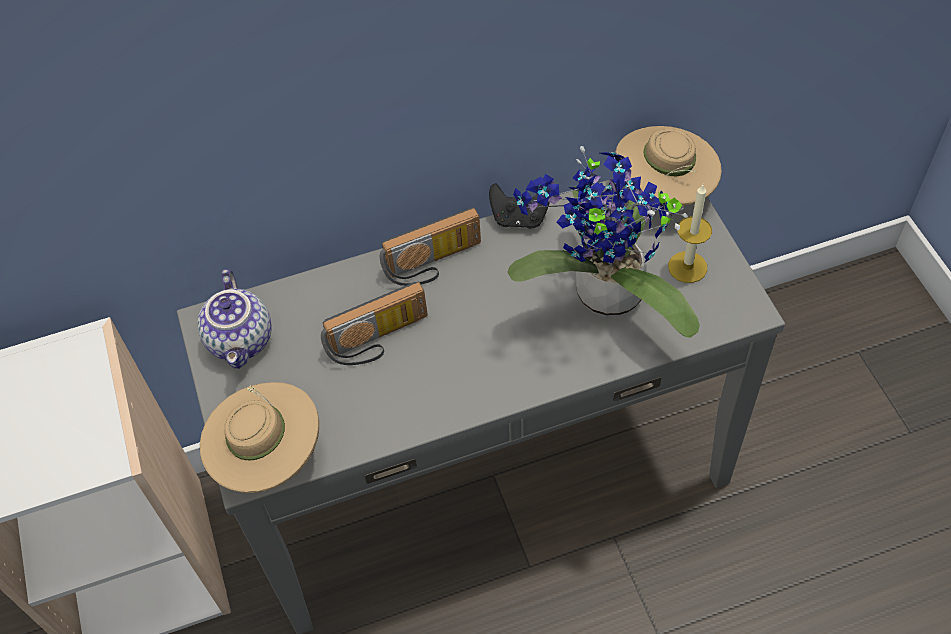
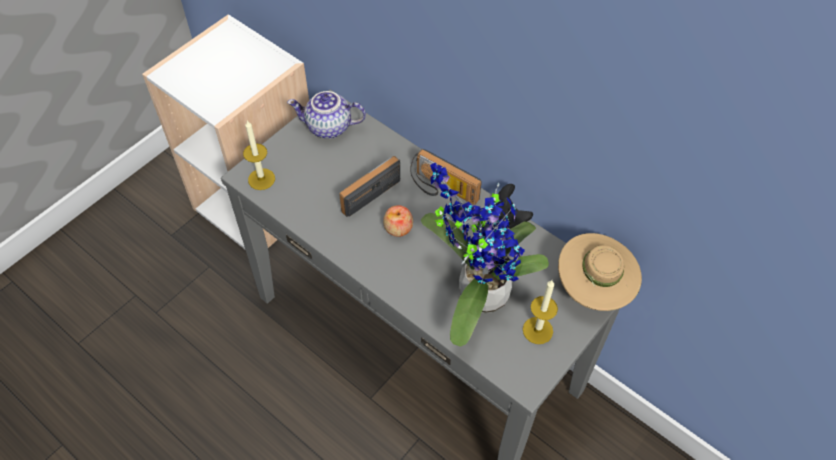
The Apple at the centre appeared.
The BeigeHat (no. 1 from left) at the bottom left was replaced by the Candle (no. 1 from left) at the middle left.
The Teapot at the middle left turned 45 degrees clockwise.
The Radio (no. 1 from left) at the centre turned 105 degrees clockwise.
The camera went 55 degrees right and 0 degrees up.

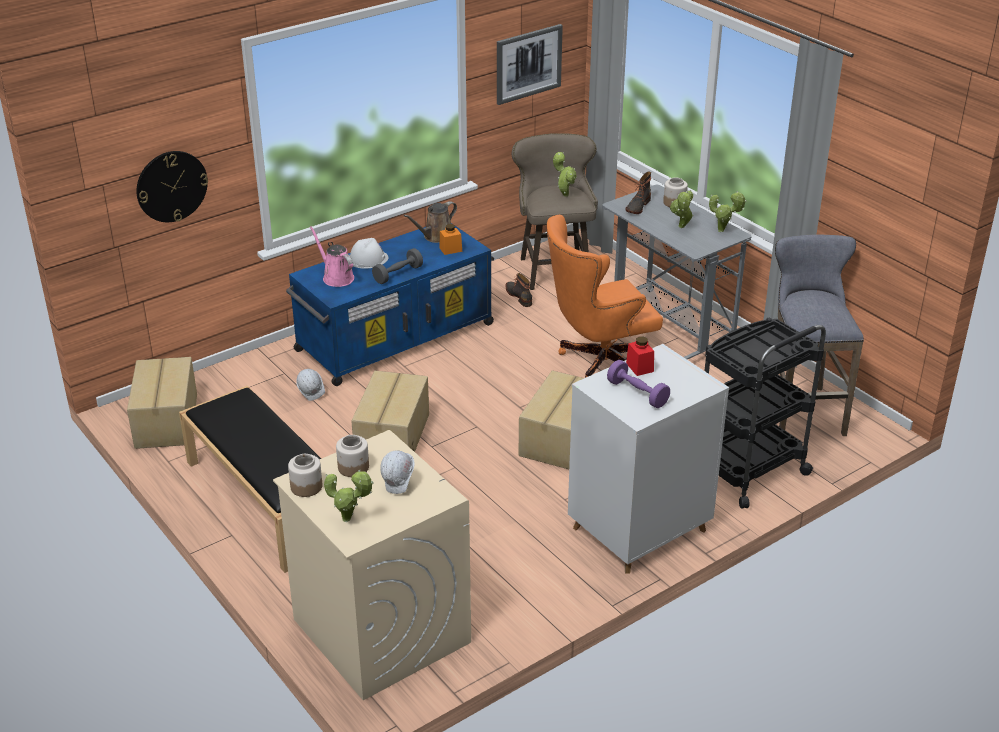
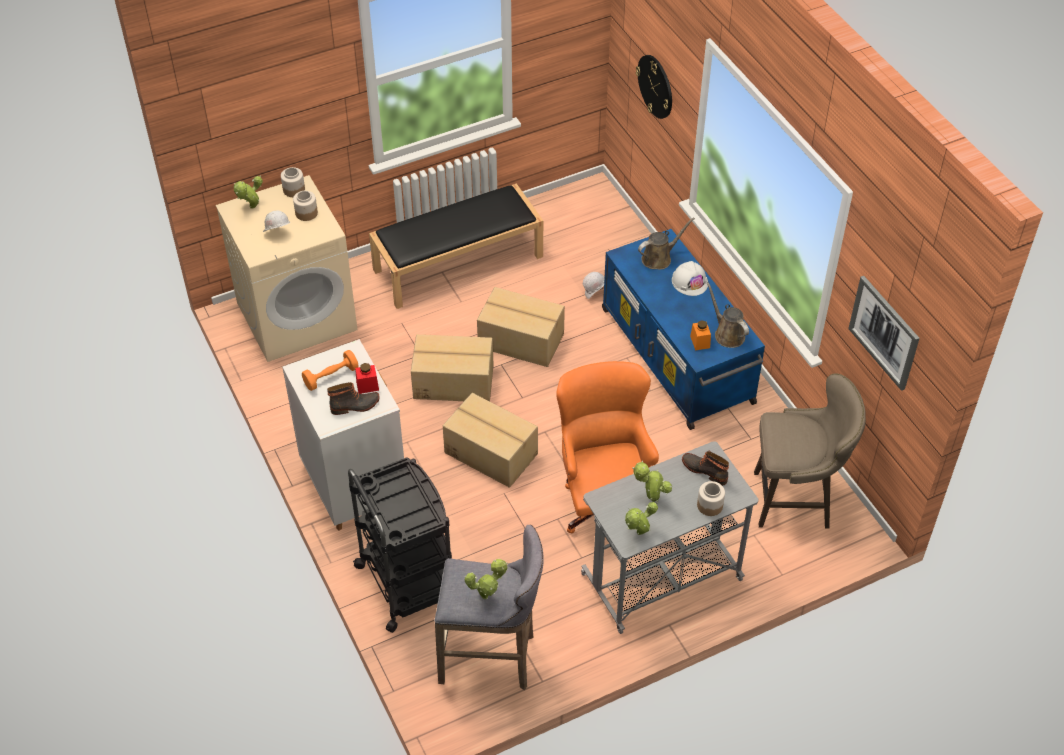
The GreyDumbbell at the centre disappeared.
The CardboardBox (no. 1 from left) moved from the middle left to the centre.
The Boot (no. 1 from left) moved from the centre to the middle left.
The PottedPlant (no. 2 from left) moved from the top centre to the bottom centre.
The PinkWateringCan at the middle left became the BrownWateringCan (no. 1 from left) at the top centre.
The PurpleDumbbell at the centre became the OrangeDumbbell at the middle left.
The camera went 100 degrees right and 15 degrees up.

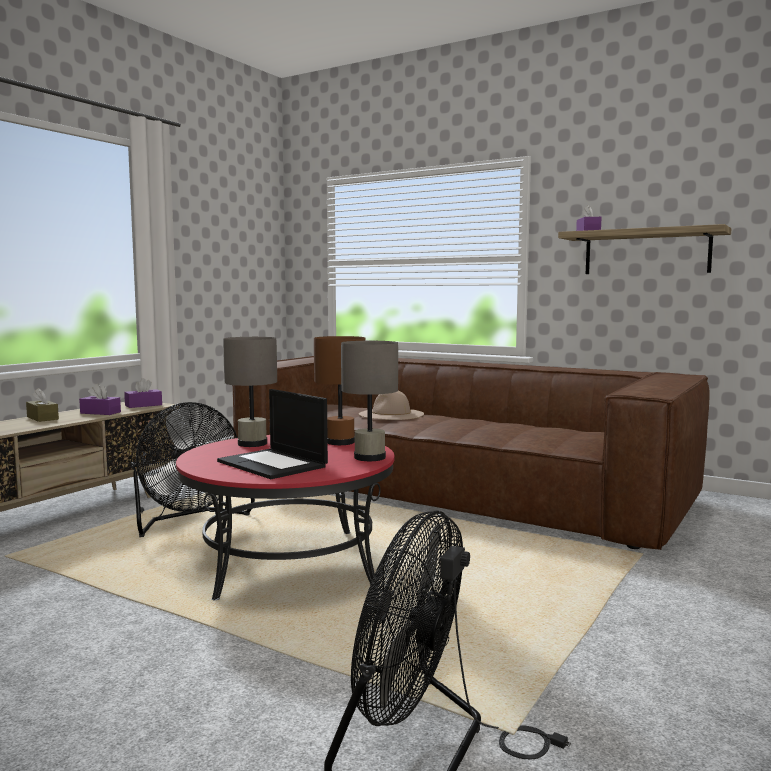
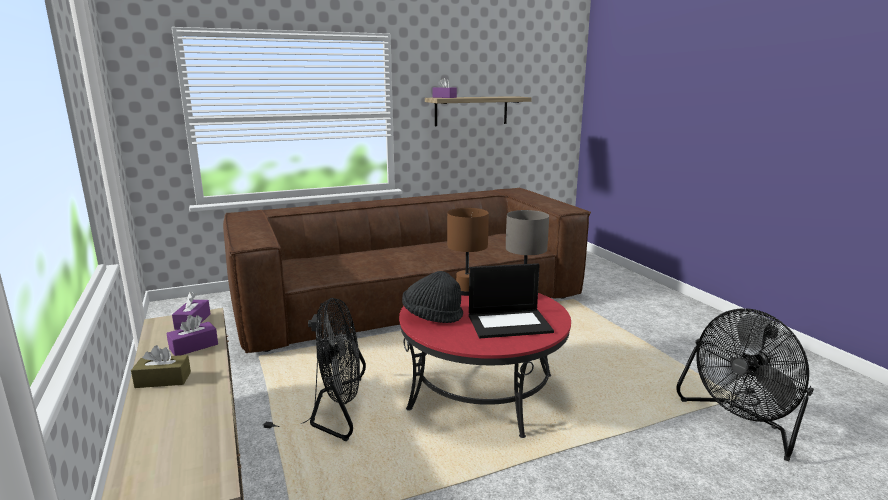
The BeigeHat at the centre disappeared.
The GreyTableLamp (no. 1 from left) at the middle left was replaced by the BlackHat at the centre.
The camera went 55 degrees left and 10 degrees up.

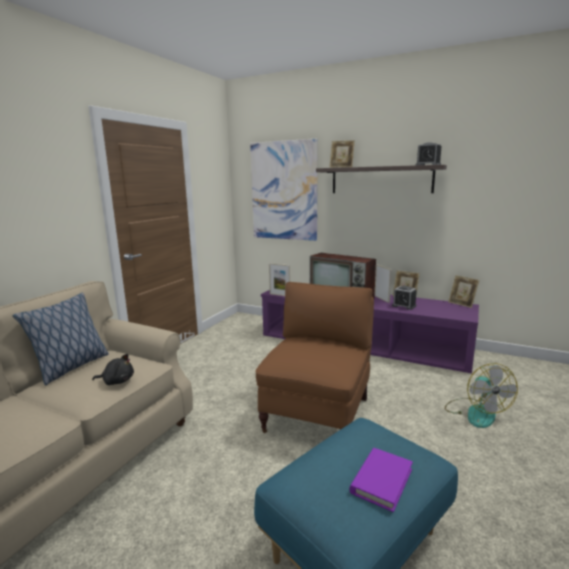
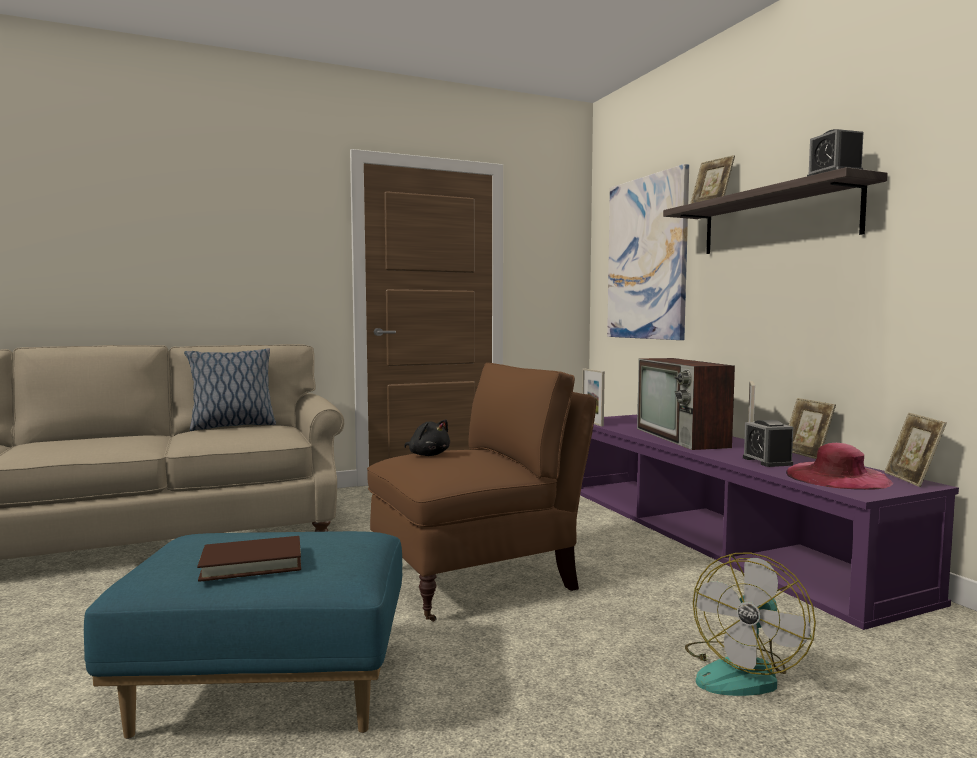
The PinkHat at the middle right appeared.
The BlackPlushToy moved from the middle left to the centre.
The PurpleBook at the bottom right became the BrownBook at the bottom left.
The camera went 40 degrees right and 10 degrees down.

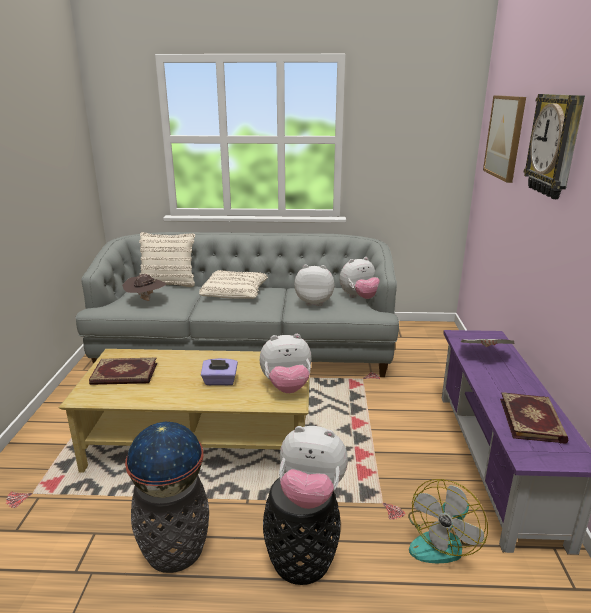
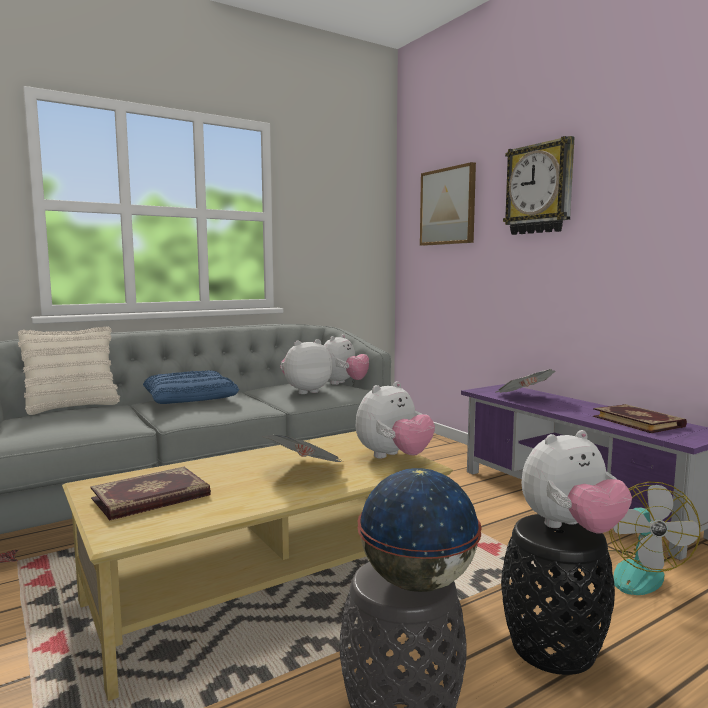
The BrownHat at the middle left disappeared.
The PurpleTissueBox at the centre was replaced by the Newspaper (no. 1 from left) at the centre.
The BeigePillow (no. 2 from left) at the centre became the BluePillow at the middle left.
The camera went 35 degrees left and 15 degrees down.

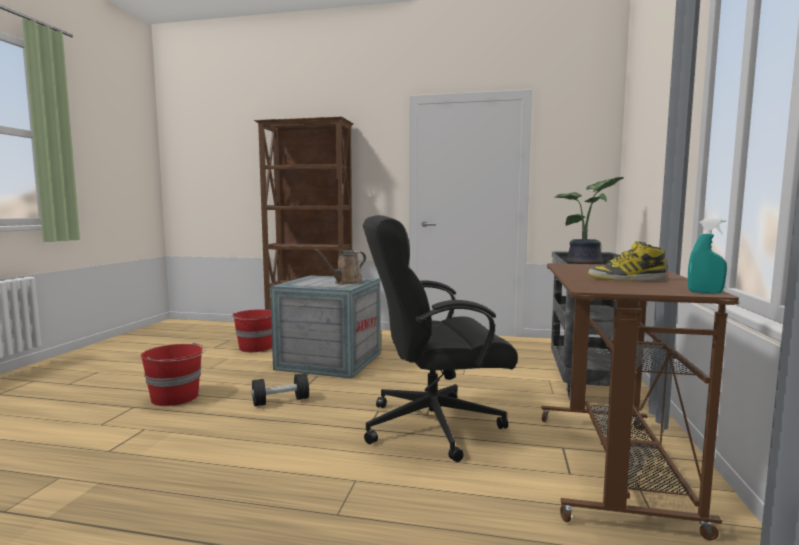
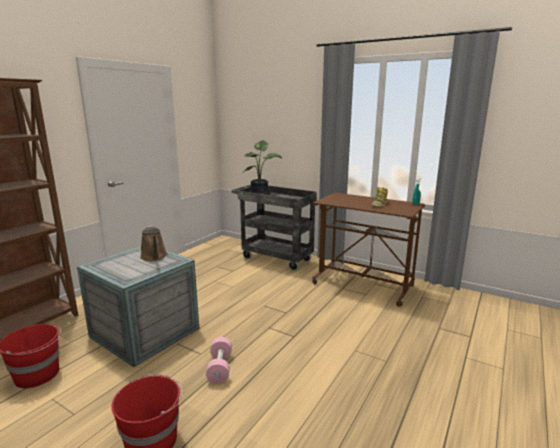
The BlackOfficeChair at the centre disappeared.
The BlackDumbbell at the bottom centre became the PinkDumbbell at the bottom centre.
The camera went 70 degrees left and 10 degrees up.

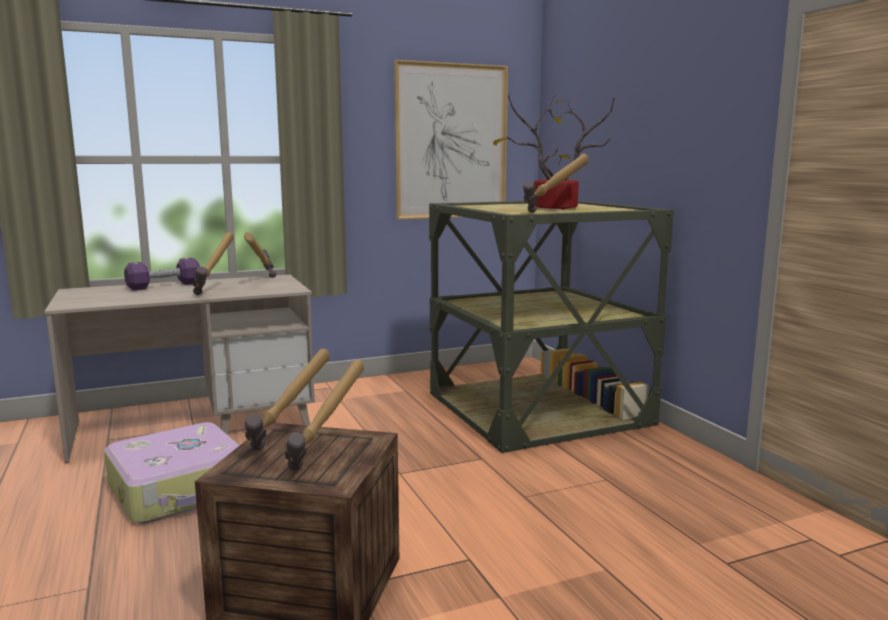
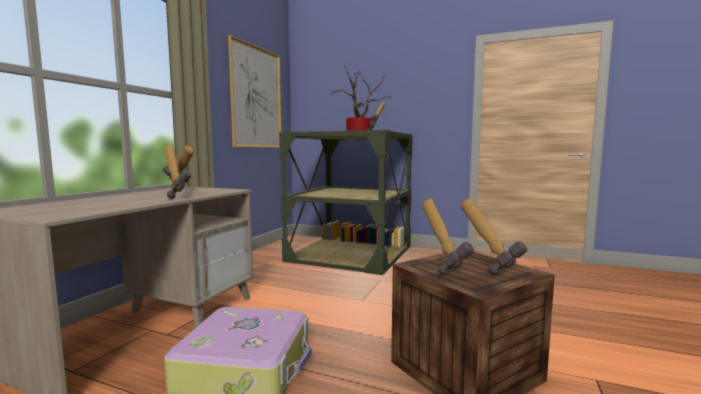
The PurpleDumbbell at the middle left disappeared.
The camera went 45 degrees left and 5 degrees down.

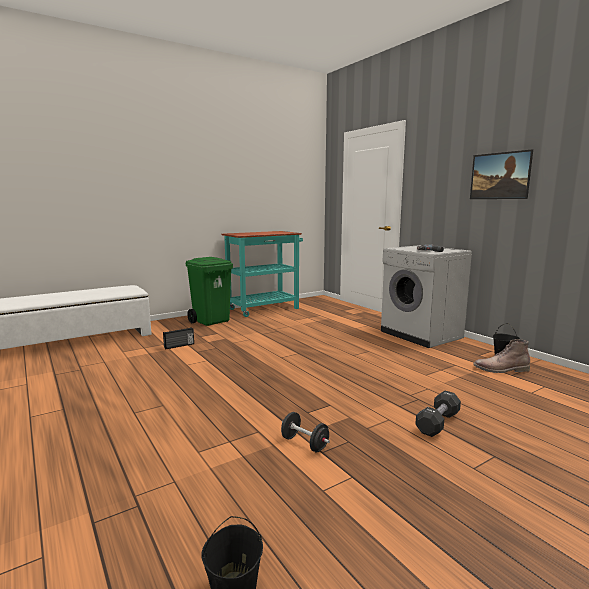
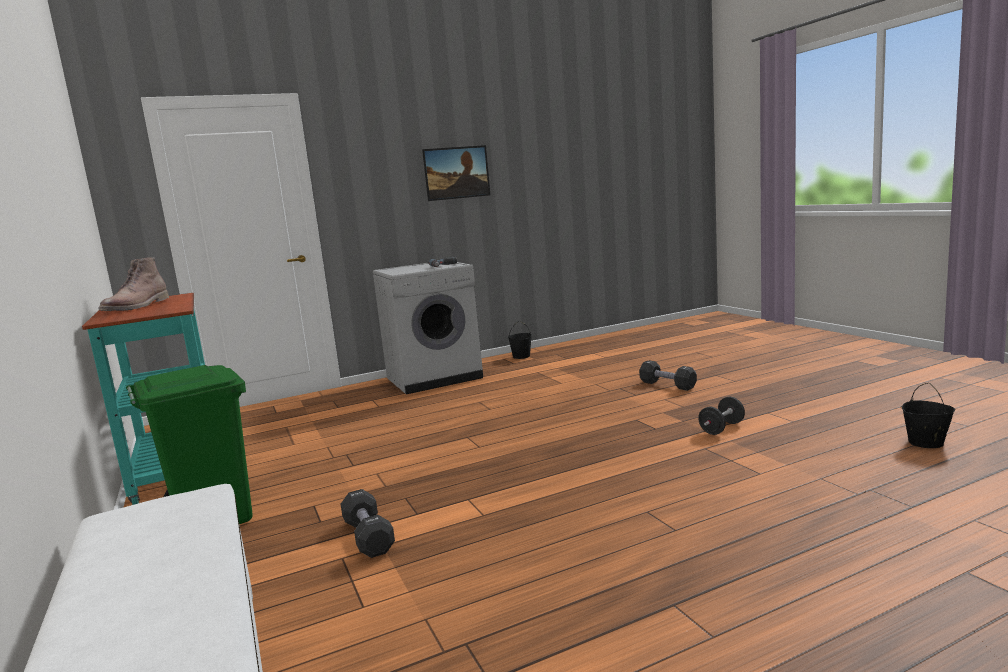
The BrownBoot moved from the middle right to the middle left.
The Radio at the middle left was replaced by the BlackDumbbell (no. 1 from left) at the bottom centre.
The camera went 80 degrees left and 0 degrees up.

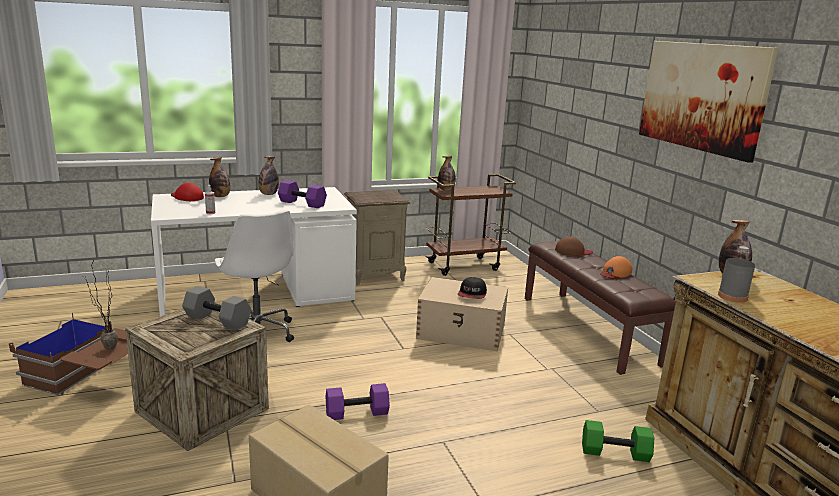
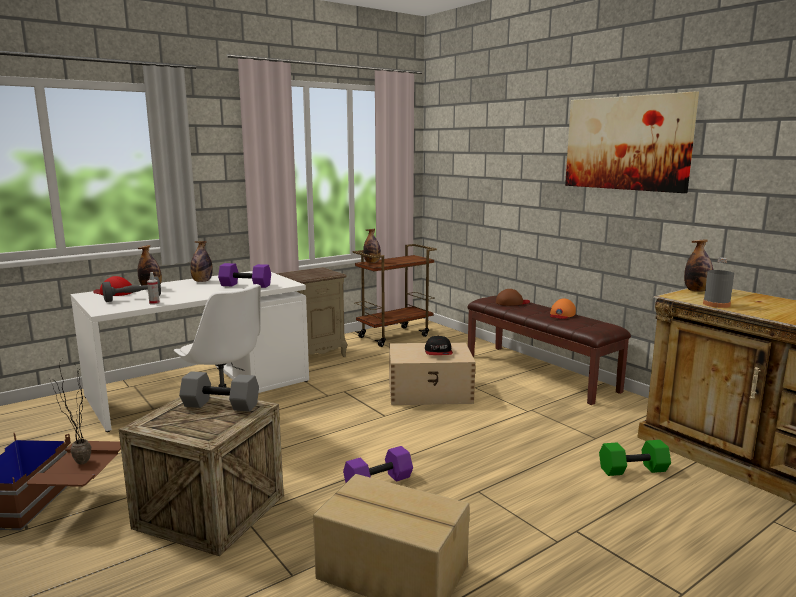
The GreyDumbbell (no. 1 from left) at the middle left appeared.
The camera went 15 degrees left and 5 degrees down.

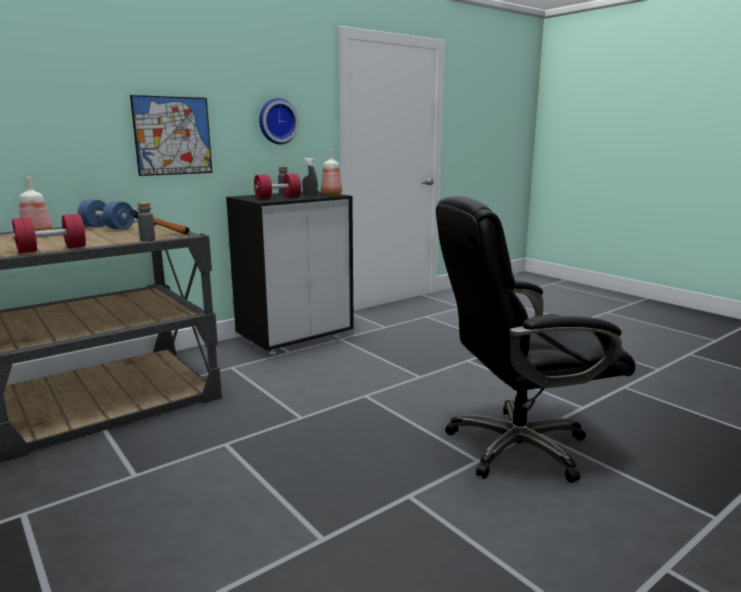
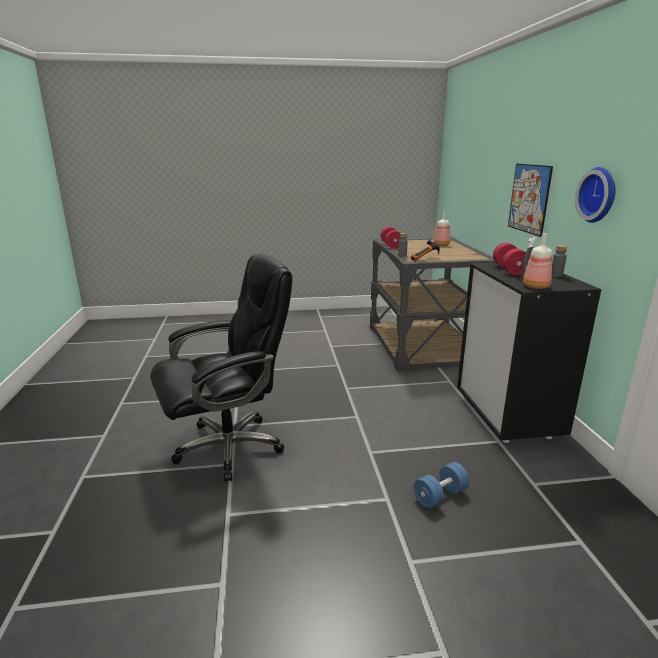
The BlueDumbbell moved from the middle left to the bottom right.
The BlackOfficeChair at the middle right turned 45 degrees clockwise.
The camera went 120 degrees right and 5 degrees up.

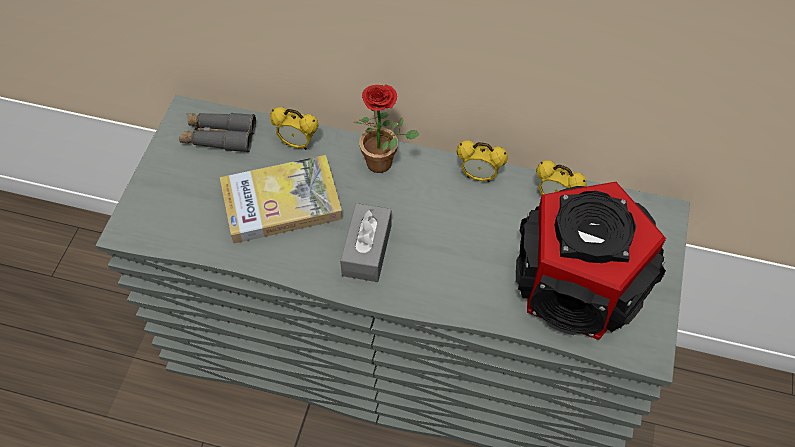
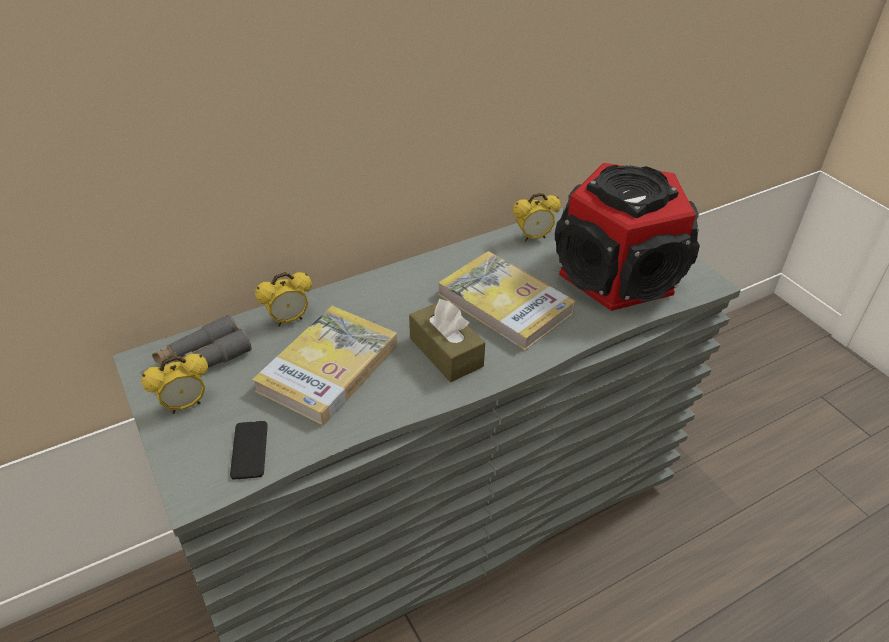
The PottedPlant at the top centre disappeared.
The Phone at the bottom left appeared.
The Book (no. 2 from left) at the centre appeared.
The AlarmClock (no. 2 from left in the first image) moved from the centre to the middle left.
The GreyTissueBox at the centre became the BrownTissueBox at the centre.
The camera went 45 degrees left and 15 degrees down.

